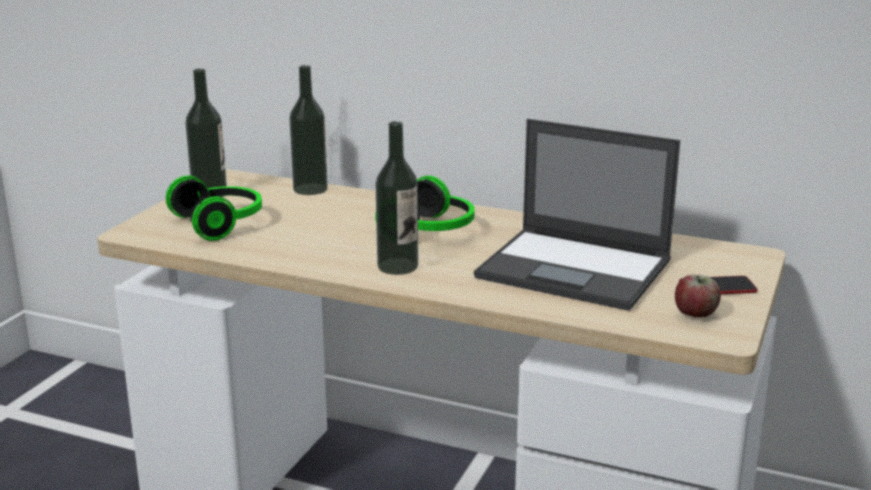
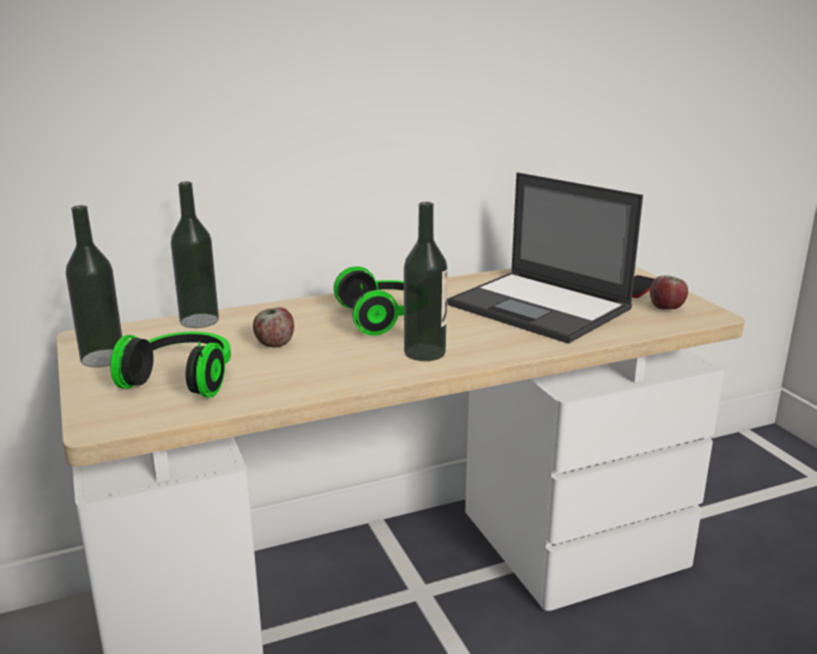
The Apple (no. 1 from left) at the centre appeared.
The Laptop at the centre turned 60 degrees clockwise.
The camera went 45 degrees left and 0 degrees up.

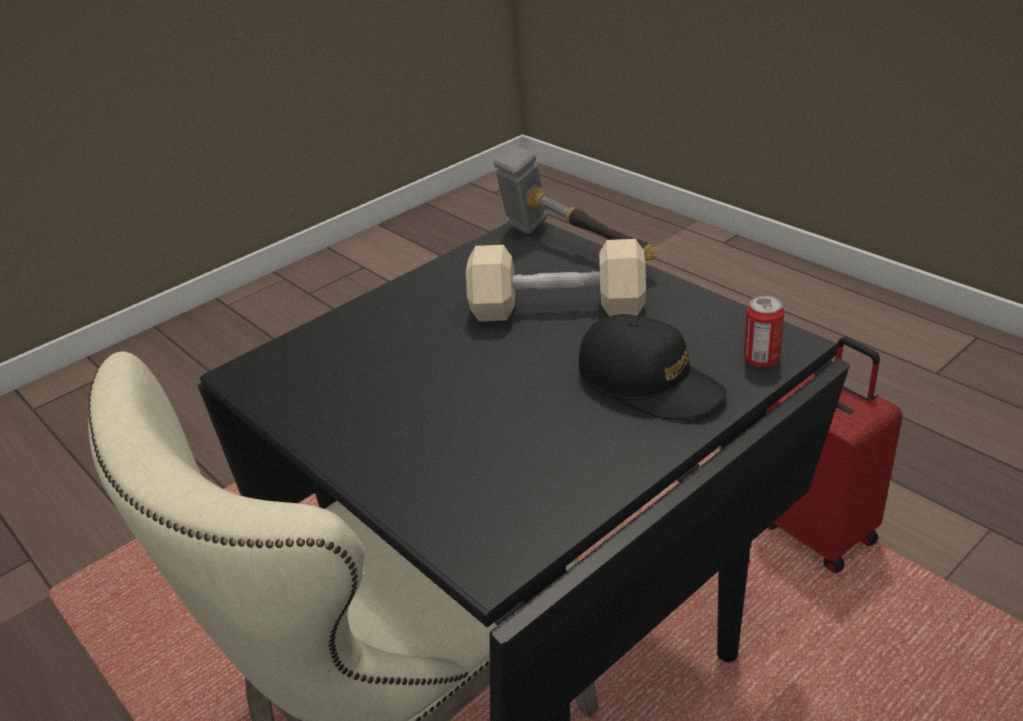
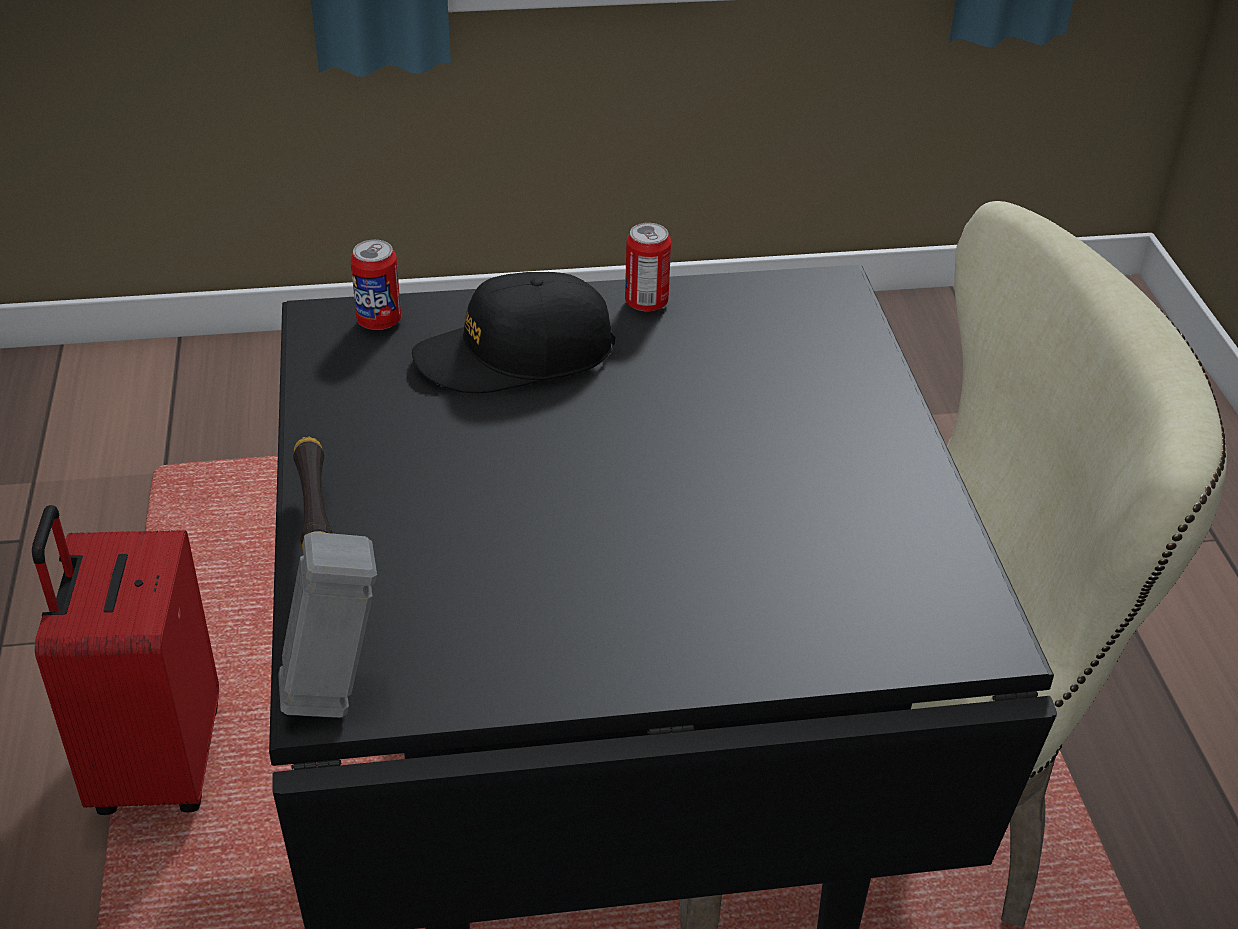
The BeigeDumbbell at the centre disappeared.
The Can (no. 2 from left) at the top centre appeared.
The BlackCap at the centre turned 90 degrees counterclockwise.
The camera went 150 degrees left and 5 degrees up.

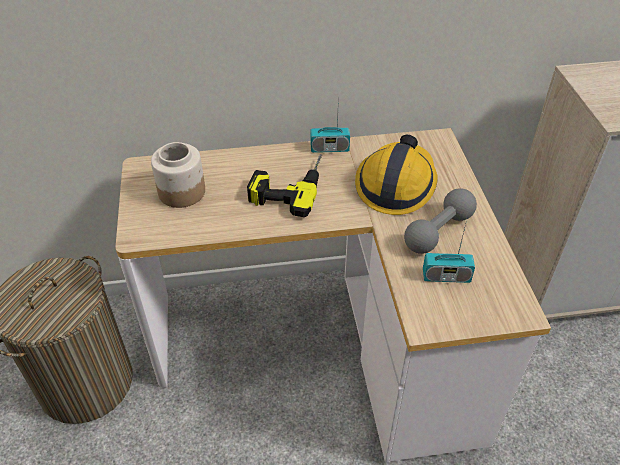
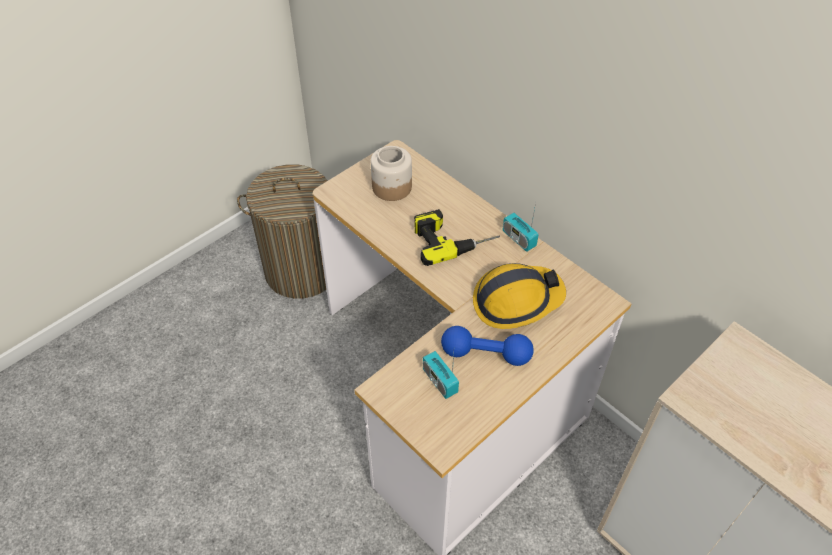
The GreyDumbbell at the middle right became the BlueDumbbell at the centre.
The camera went 55 degrees right and 5 degrees up.

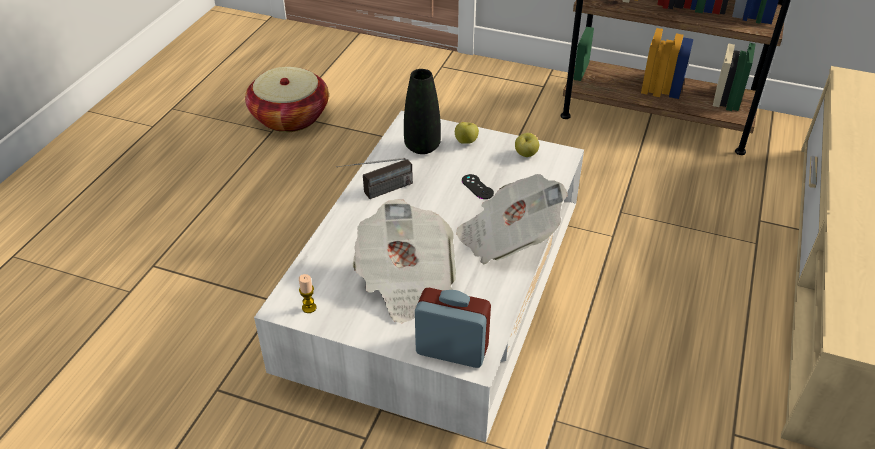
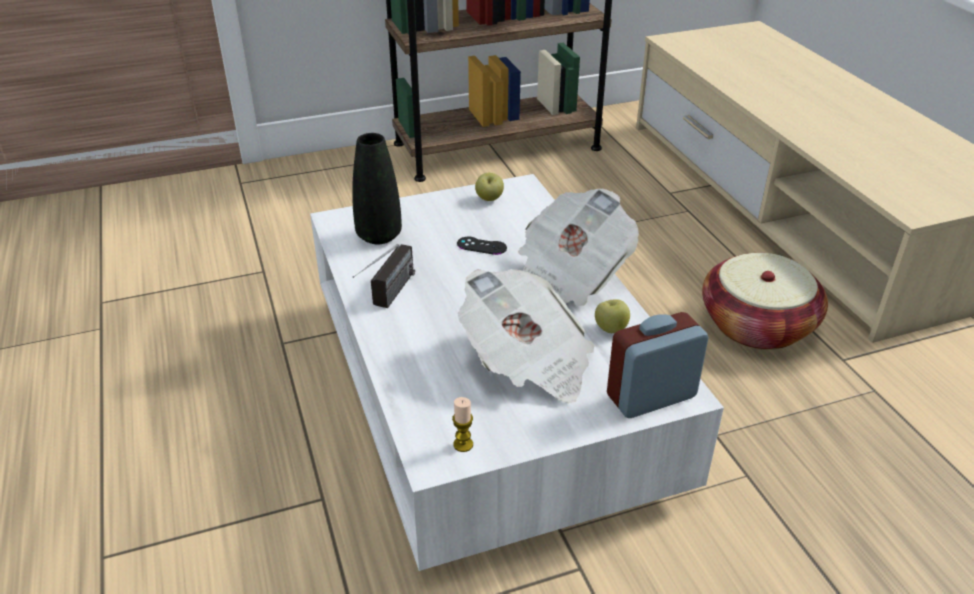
The Basket moved from the top left to the middle right.
The Apple (no. 1 from left in the first image) moved from the top centre to the centre.
The camera went 40 degrees left and 5 degrees down.

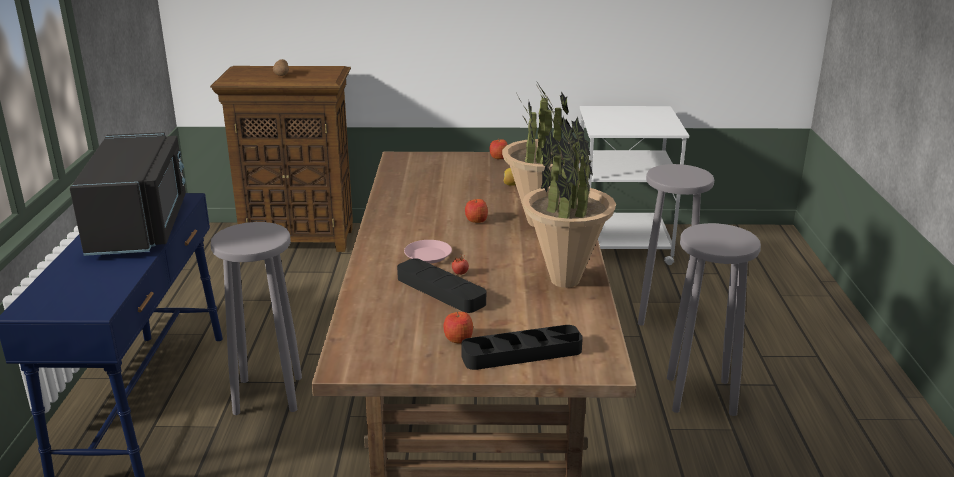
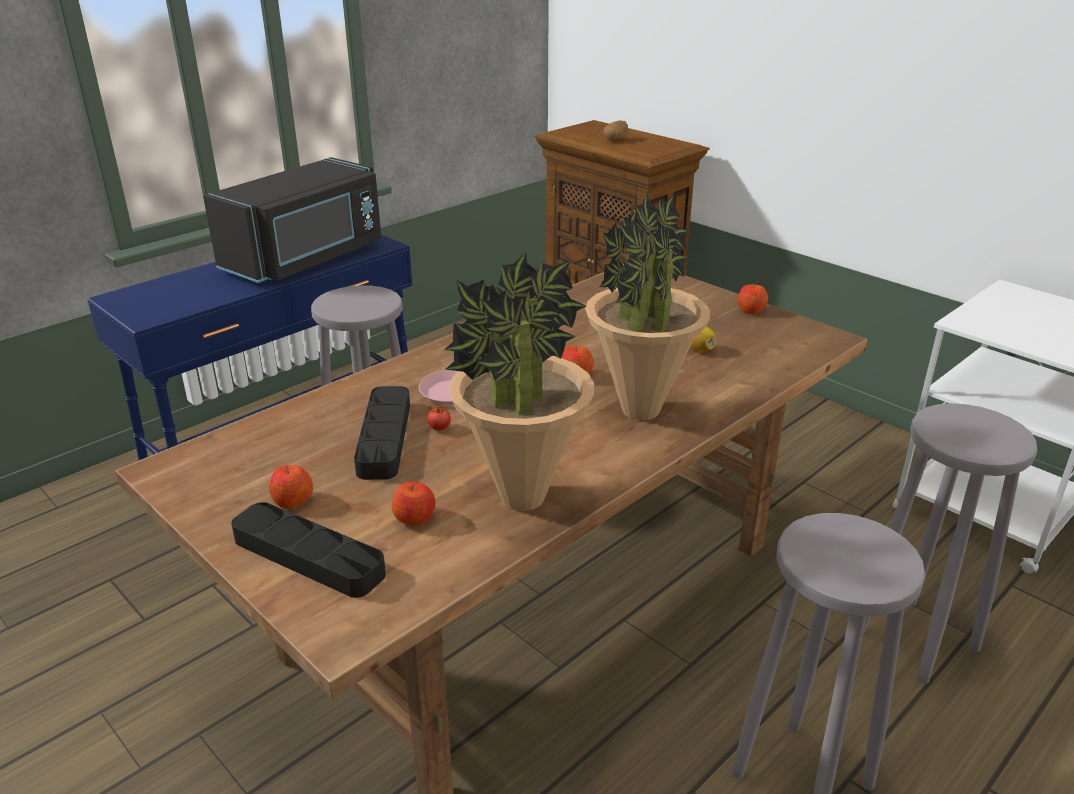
The Apple (no. 2 from left) at the centre appeared.
The camera went 45 degrees right and 5 degrees up.

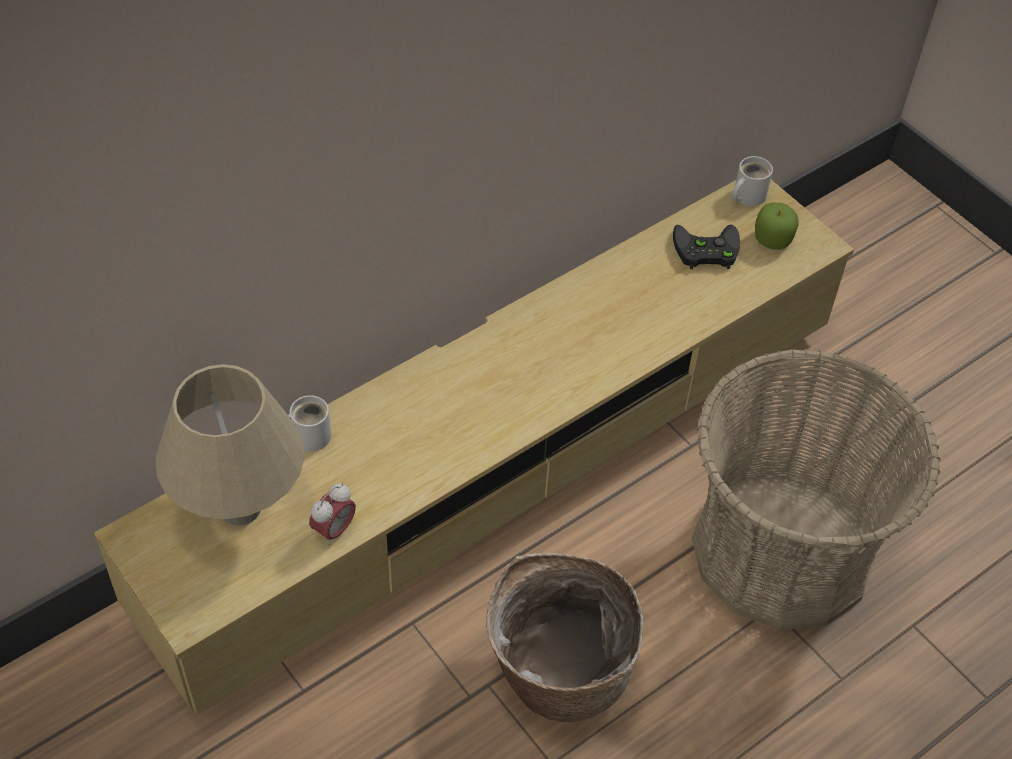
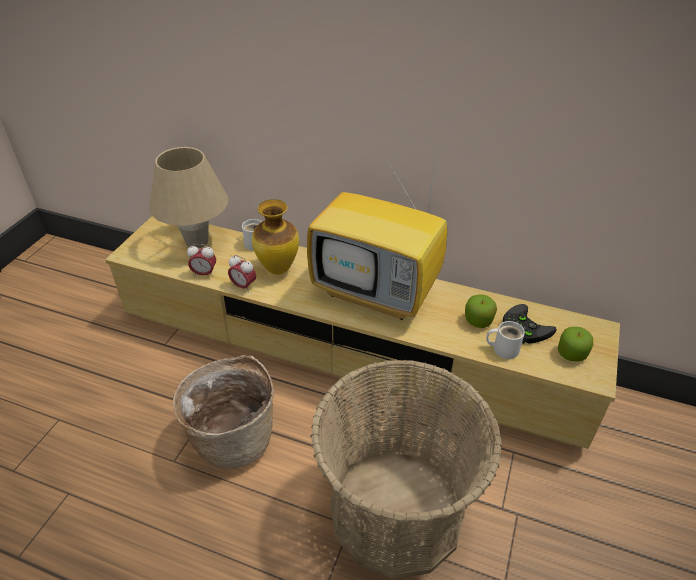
The AlarmClock (no. 2 from left) at the centre appeared.
The Vase at the centre appeared.
The Television at the centre appeared.
The Apple (no. 1 from left) at the middle right appeared.
The WhiteMug (no. 2 from left) moved from the top right to the middle right.
The camera went 60 degrees right and 10 degrees down.

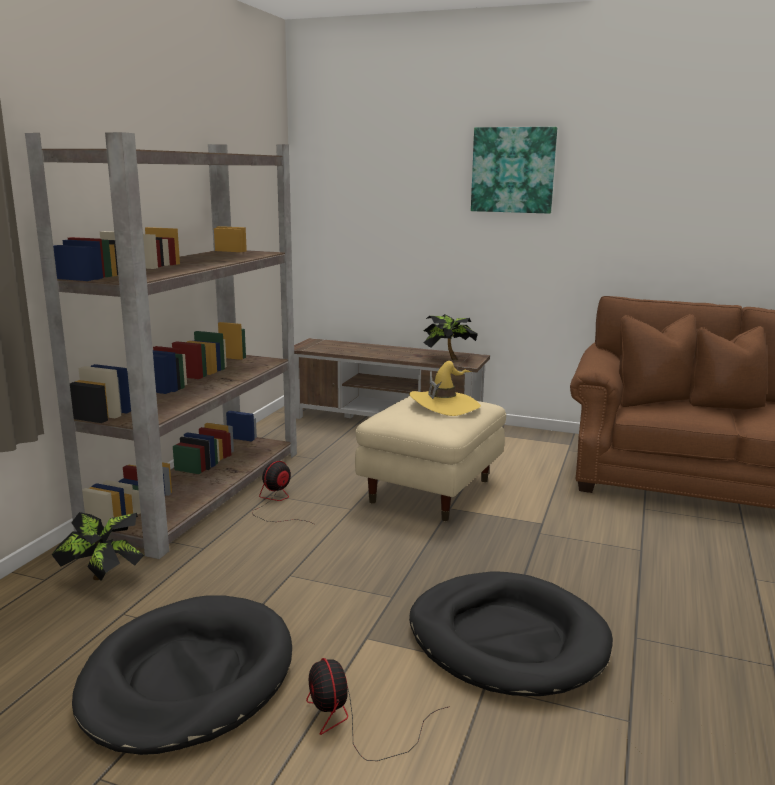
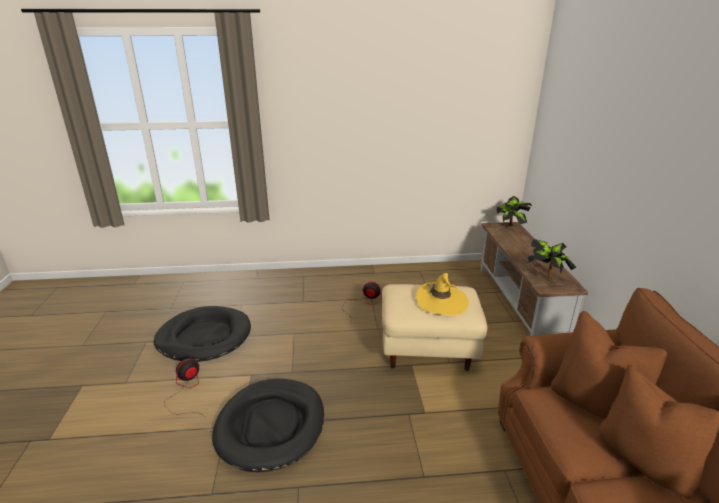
The BrownBookcase at the middle left disappeared.
The Picture at the top centre disappeared.
The PottedPlant (no. 1 from left) moved from the bottom left to the middle right.
The camera went 65 degrees right and 10 degrees up.

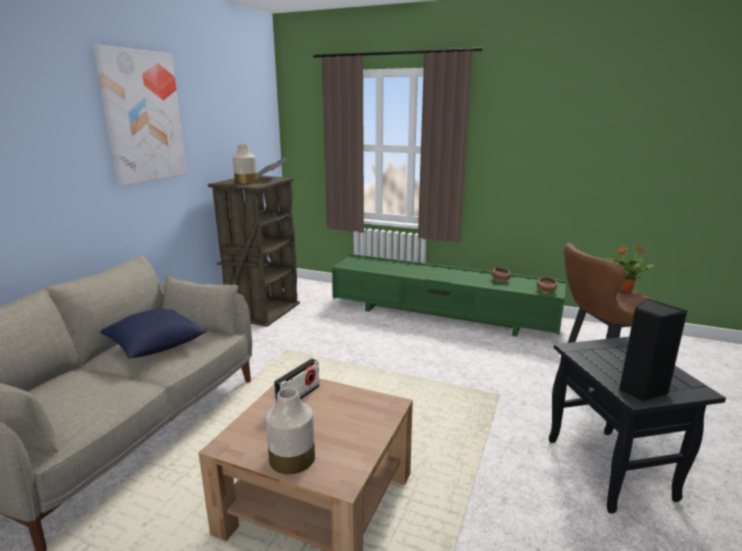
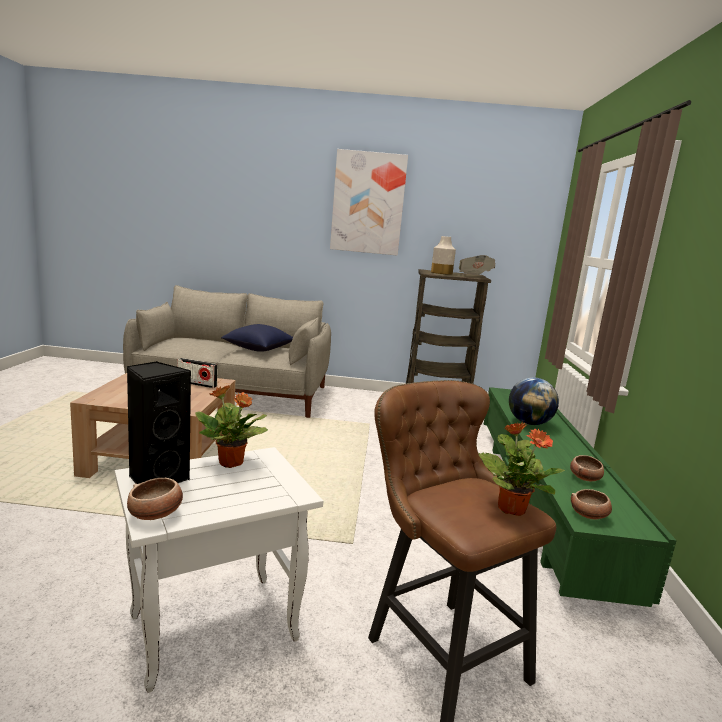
The BeigeVase (no. 2 from left) at the bottom centre disappeared.
The Bowl (no. 1 from left) at the bottom left appeared.
The PottedPlant (no. 1 from left) at the middle left appeared.
The Globe at the middle right appeared.
The BlackSideTable at the bottom right became the WhiteSideTable at the bottom left.
The camera went 70 degrees right and 5 degrees down.

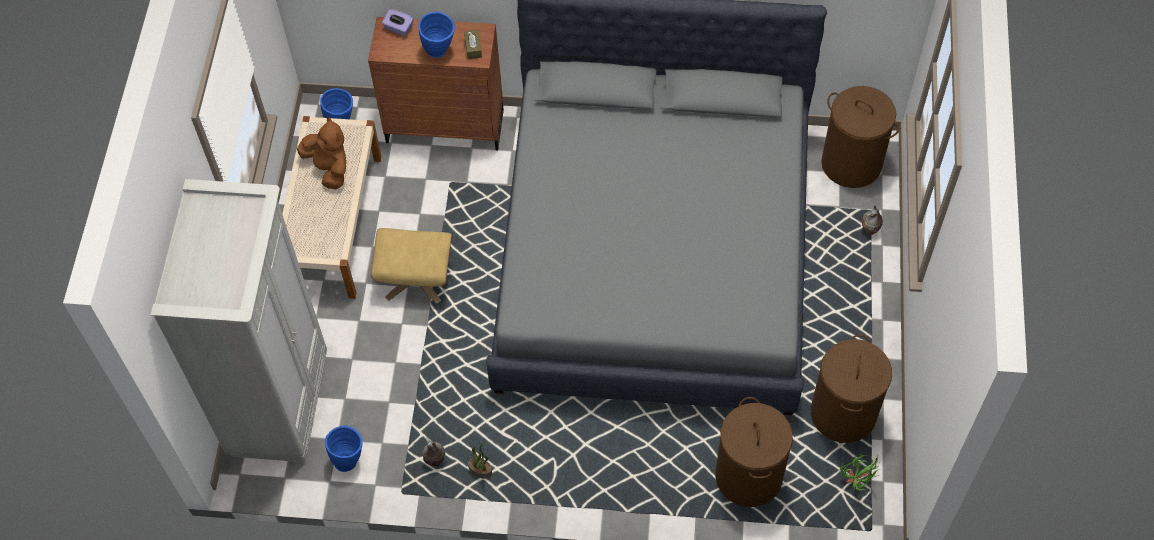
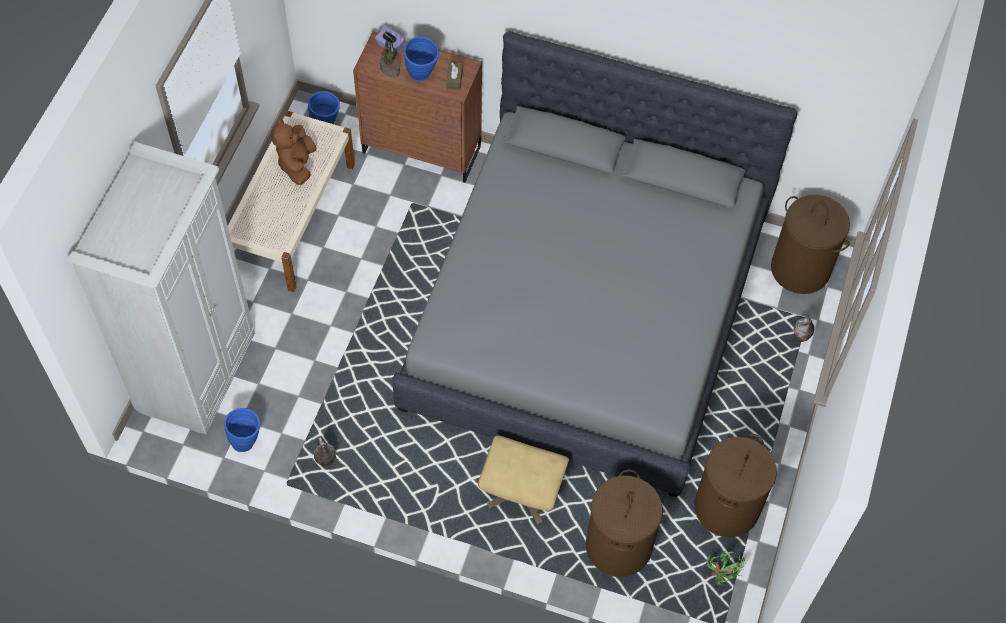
The BeigeOttoman moved from the centre to the bottom centre.
The PottedPlant (no. 1 from left) moved from the bottom centre to the top centre.
The BrownPlushToy at the top left turned 150 degrees counterclockwise.
The camera went 10 degrees right and 0 degrees up.

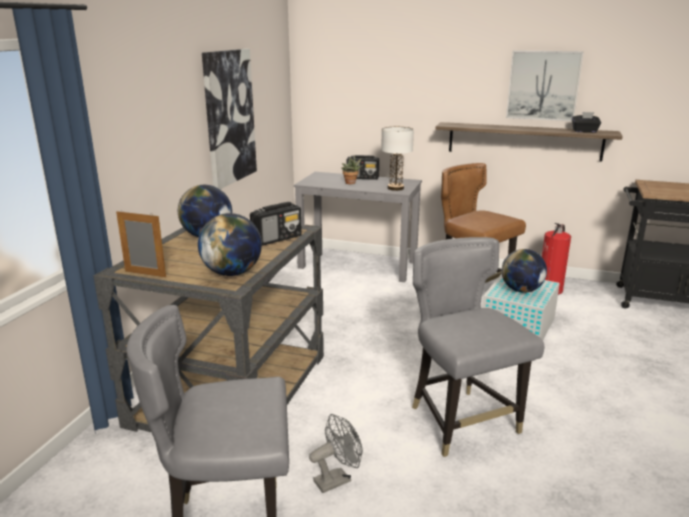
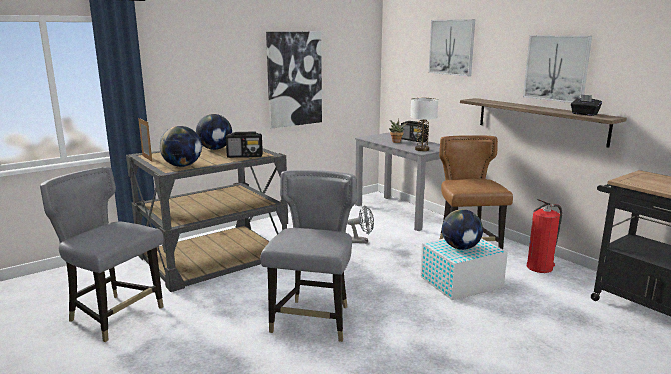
The Picture (no. 2 from left) at the top right appeared.
The GreyFan moved from the bottom centre to the centre.
The camera went 35 degrees right and 5 degrees down.

